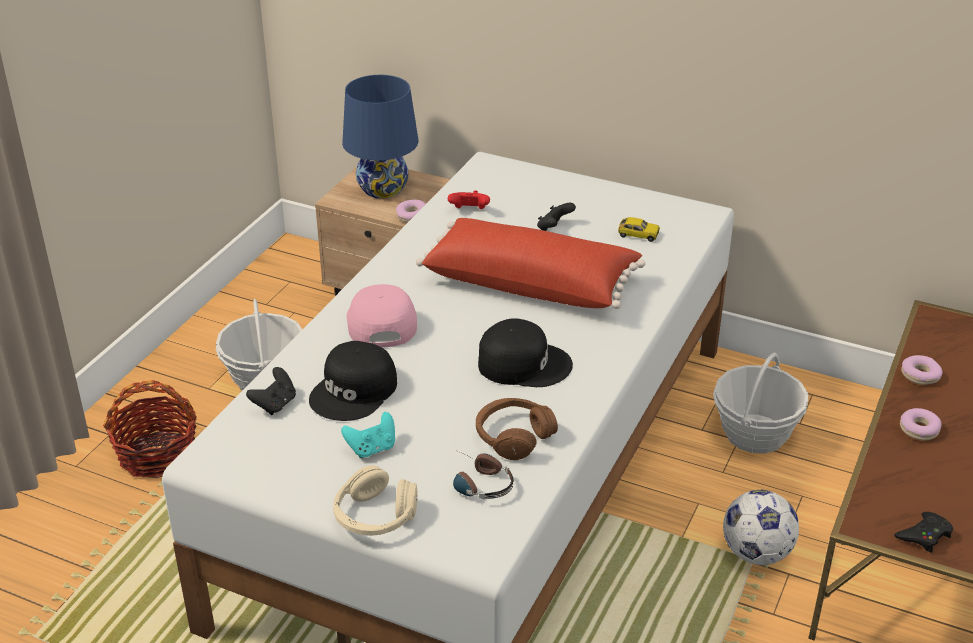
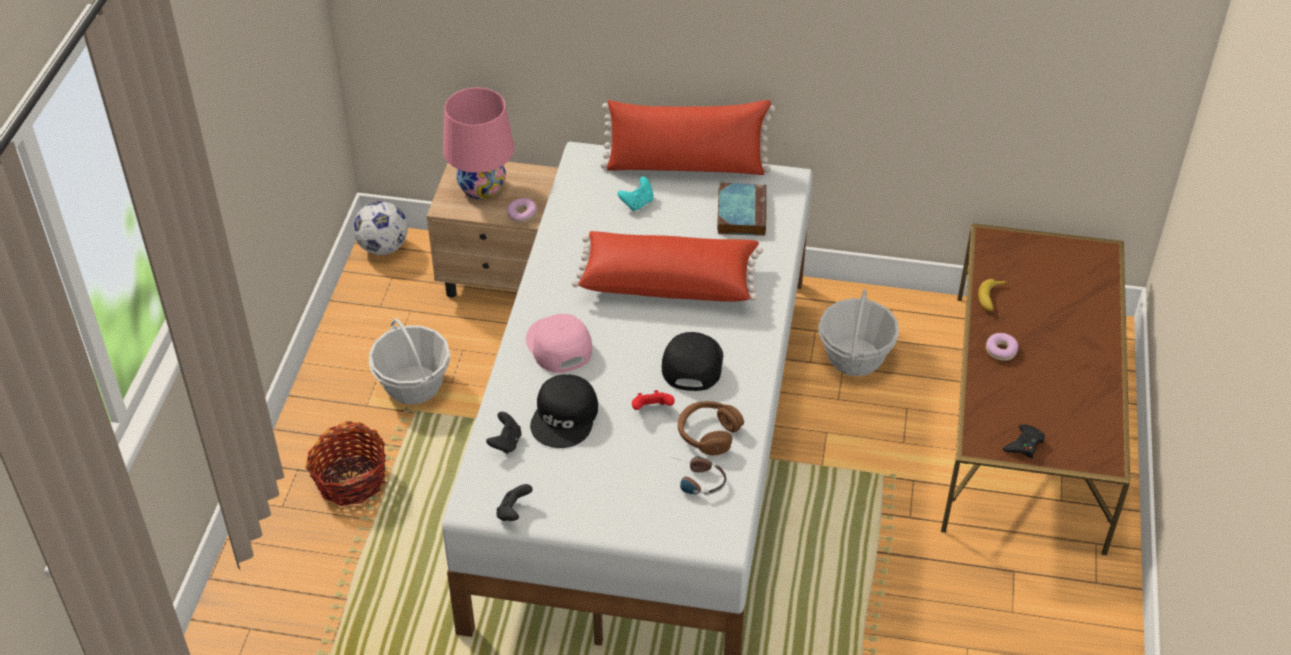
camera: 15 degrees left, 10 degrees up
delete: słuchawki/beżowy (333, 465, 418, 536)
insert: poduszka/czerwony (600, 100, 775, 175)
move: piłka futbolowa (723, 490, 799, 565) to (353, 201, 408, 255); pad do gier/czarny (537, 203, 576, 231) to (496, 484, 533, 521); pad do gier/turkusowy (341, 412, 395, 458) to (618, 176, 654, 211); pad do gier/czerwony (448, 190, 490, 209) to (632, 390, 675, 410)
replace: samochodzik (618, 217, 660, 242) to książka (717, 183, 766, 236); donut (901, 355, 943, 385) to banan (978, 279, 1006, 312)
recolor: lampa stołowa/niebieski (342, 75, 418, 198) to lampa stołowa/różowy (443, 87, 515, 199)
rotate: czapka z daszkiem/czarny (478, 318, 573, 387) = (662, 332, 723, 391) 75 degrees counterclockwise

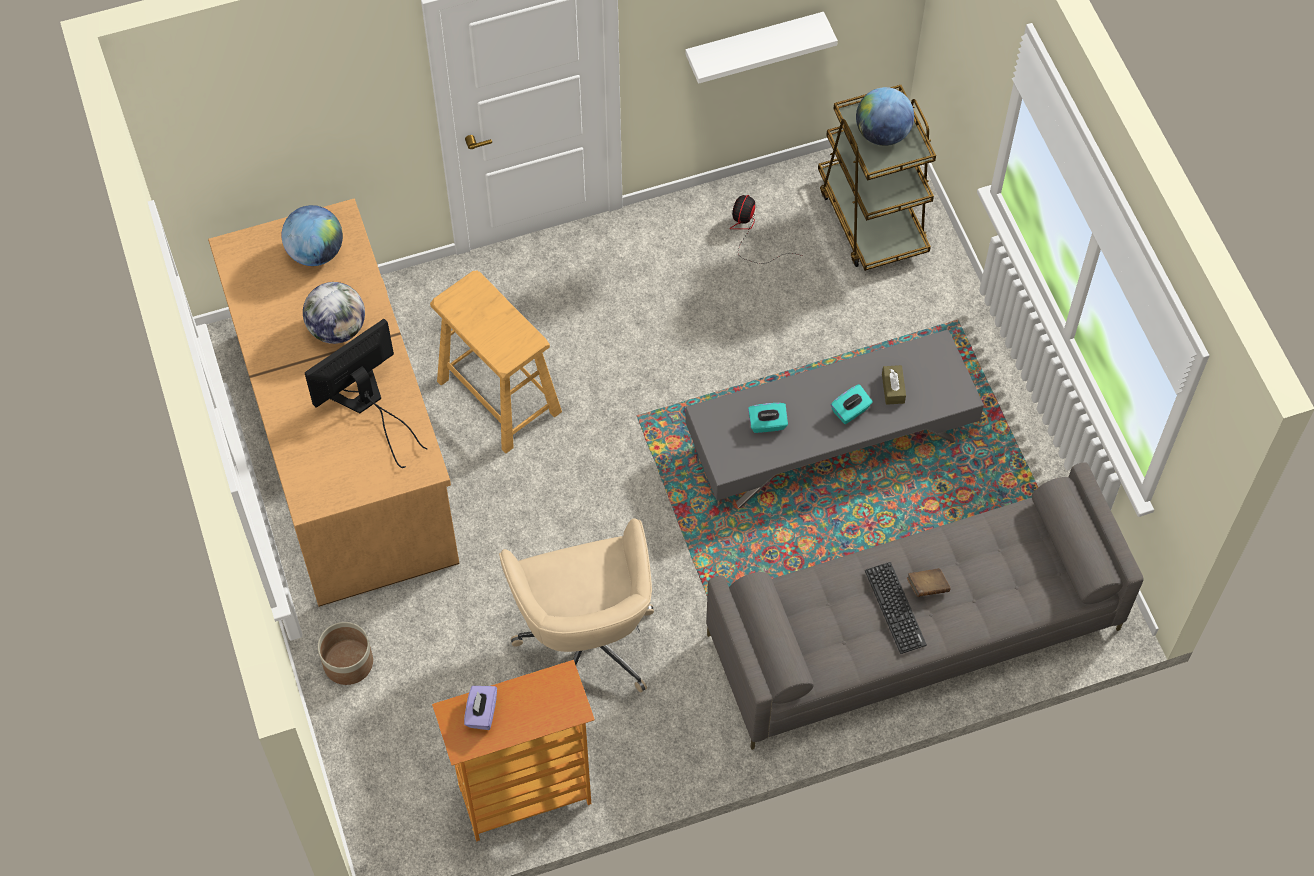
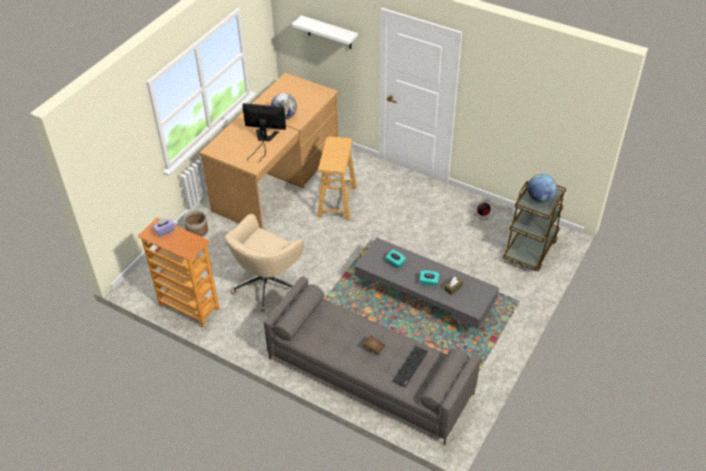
camera: 50 degrees right, 15 degrees down
delete: globus (282, 205, 343, 266)
move: półka/biały (685, 12, 838, 84) to (292, 15, 358, 49); klawiatura (865, 562, 927, 654) to (392, 346, 428, 387)

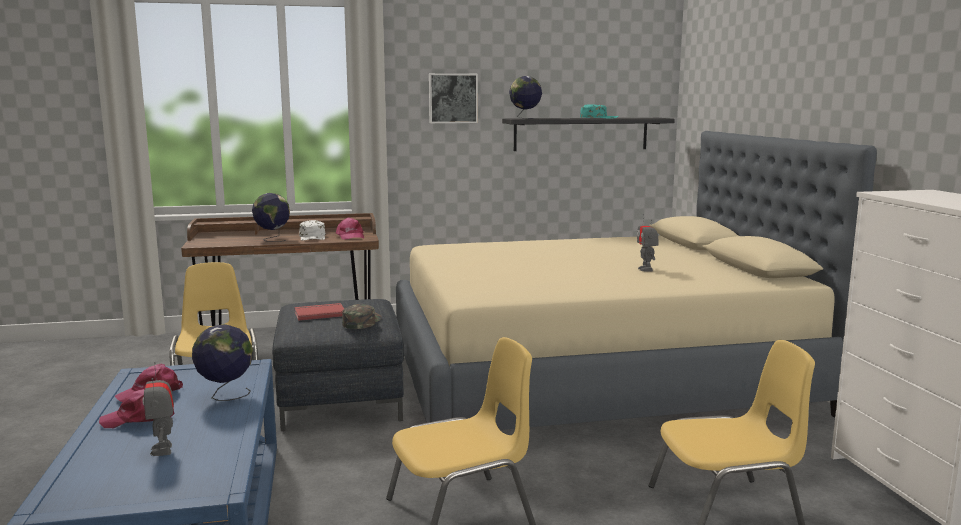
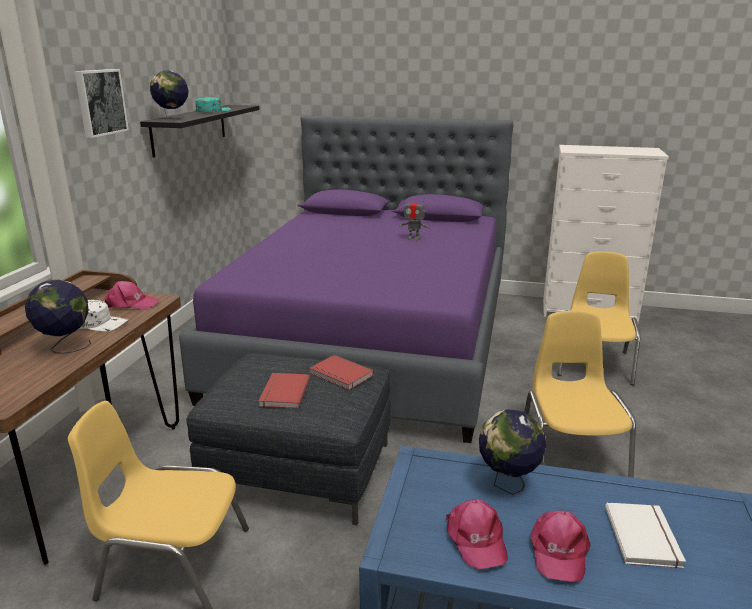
camera: 65 degrees left, 10 degrees up
replace: czapka z daszkiem/zielony (342, 304, 382, 329) to książka/czerwony (309, 355, 374, 390); robot zabawkowy (142, 362, 174, 456) to książka/biały (605, 503, 686, 568)
recolor: łóżko/beżowy (396, 131, 877, 430) to łóżko/fioletowy (179, 115, 514, 443)

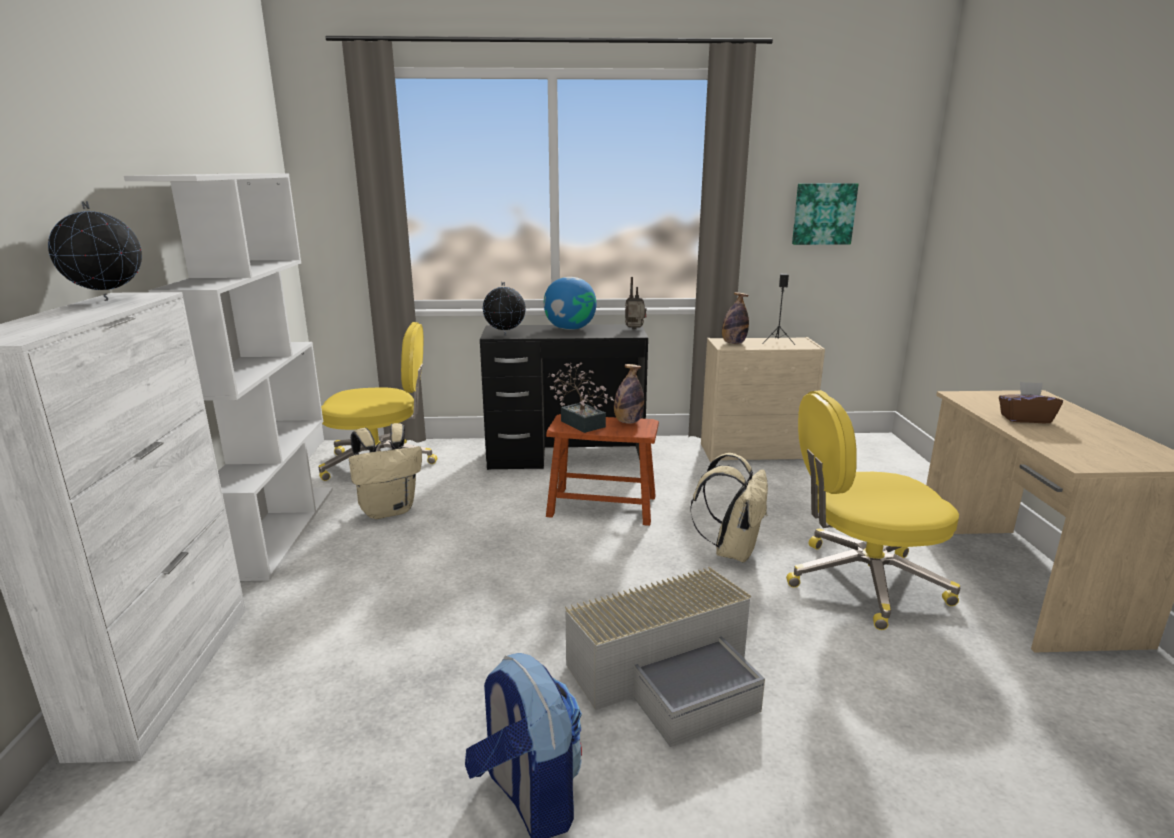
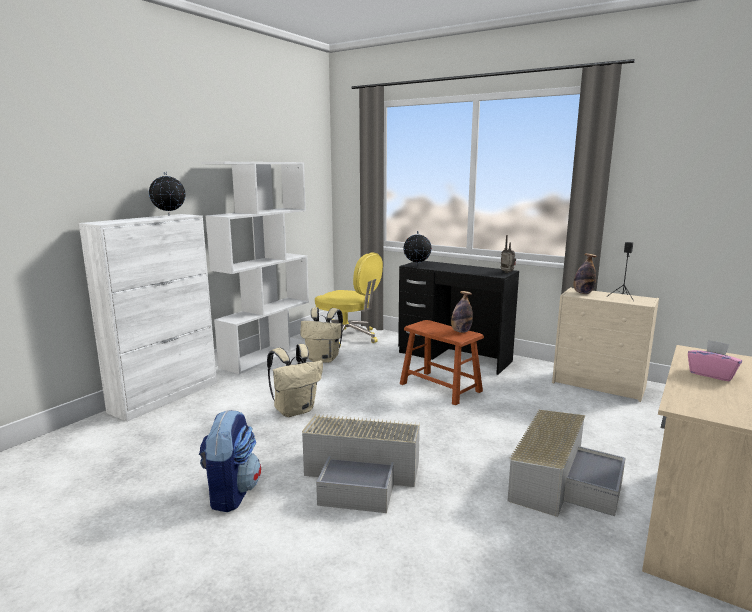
camera: 35 degrees right, 5 degrees down
delete: globus (544, 277, 596, 330); roślina doniczkowa (548, 362, 614, 433); obraz (792, 183, 859, 245)
move: plecak/beżowy (690, 453, 768, 562) to (267, 344, 323, 417)
replace: krzesło biurowe/żółty (786, 390, 961, 630) to pojemnik do przechowywania/szary (508, 410, 625, 517)
recolor: pudełko chusteczek/brązowy (999, 382, 1063, 423) to pudełko chusteczek/różowy (688, 340, 742, 382)

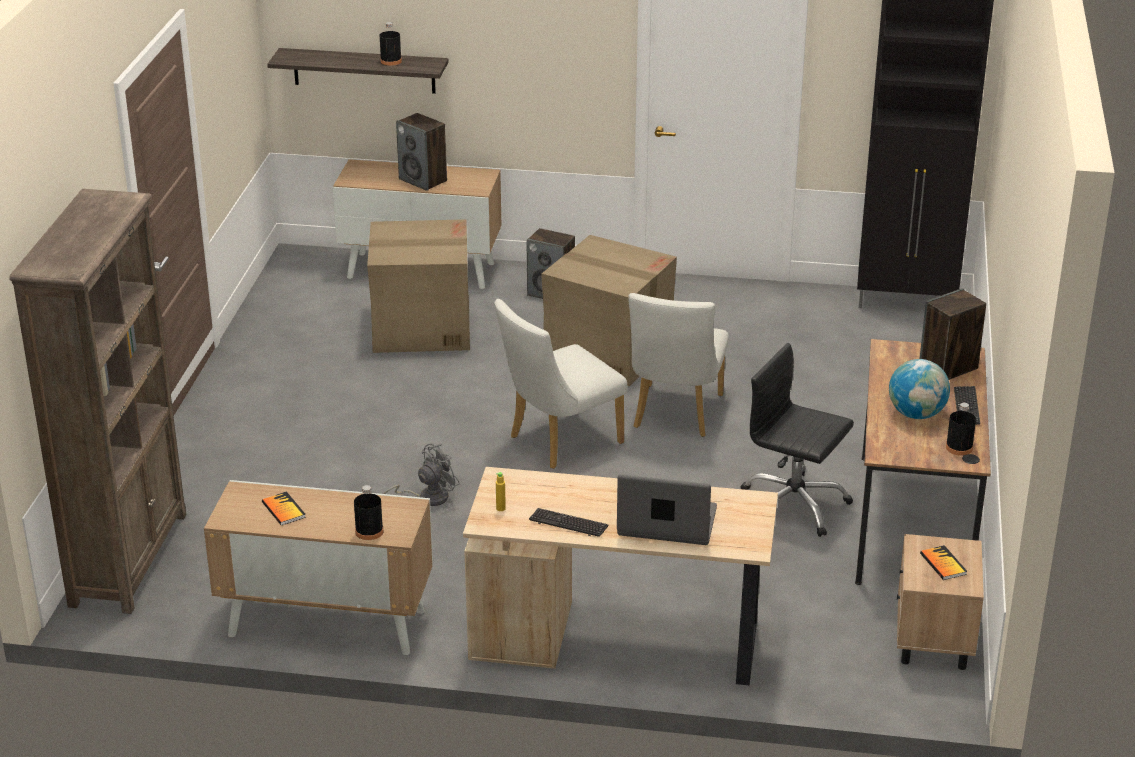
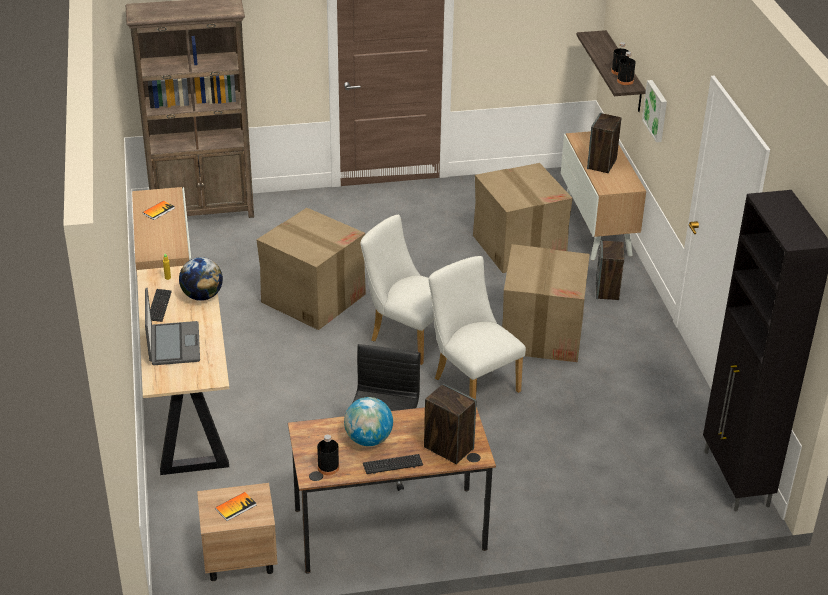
camera: 70 degrees right, 5 degrees up
insert: globus (179, 257, 223, 301); obraz (642, 80, 667, 142)
move: butelka/czarny (354, 485, 383, 540) to (617, 52, 636, 85)
replace: wentylator/szary (383, 443, 460, 506) to karton (257, 208, 366, 330)
rotate: krzesło/biały (629, 293, 729, 437) = (429, 256, 526, 399) 60 degrees clockwise

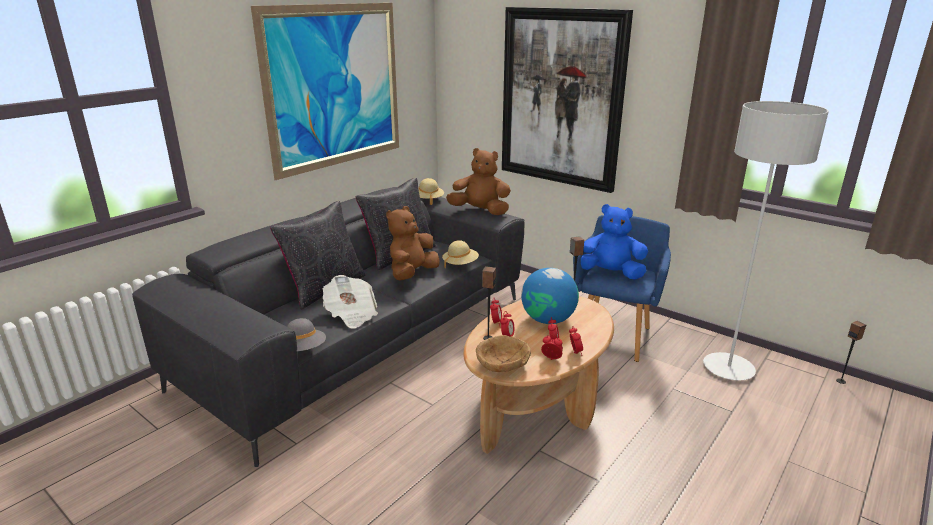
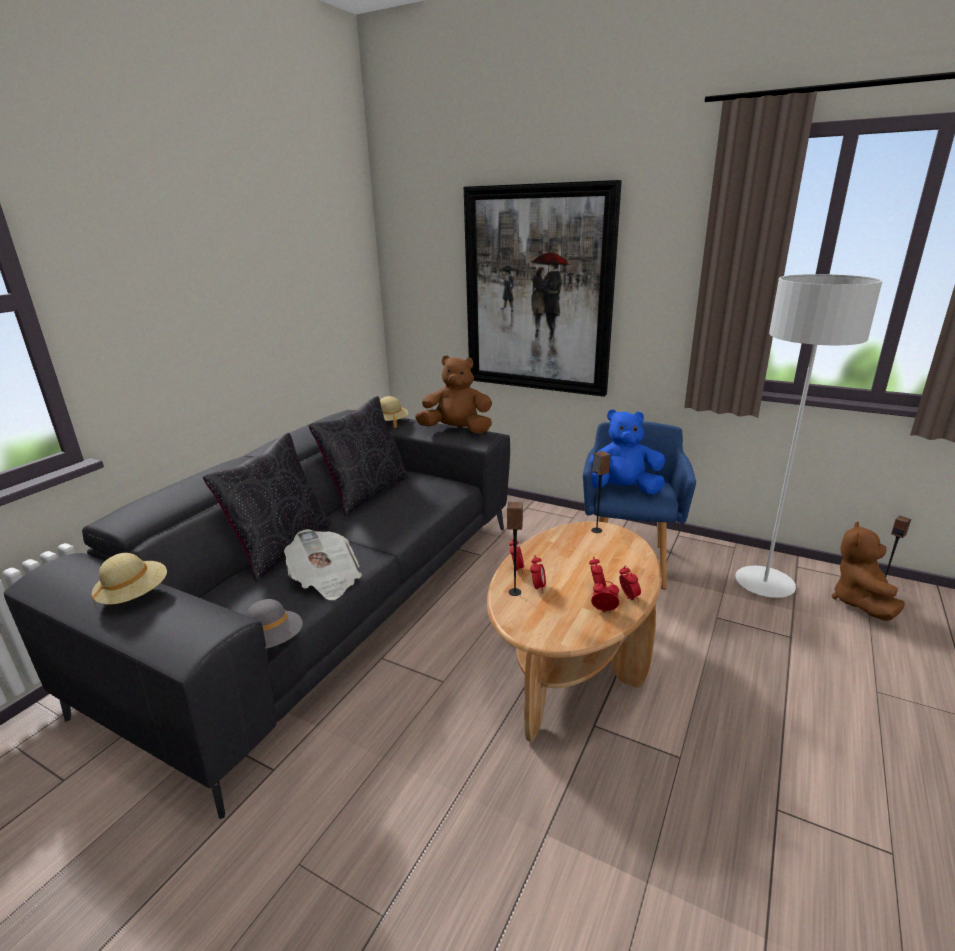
camera: 10 degrees left, 0 degrees up
delete: obraz (251, 3, 399, 180); miska/brązowy (476, 335, 531, 372); globus (521, 268, 579, 324)
move: kapelusz/beżowy (442, 240, 479, 268) to (92, 553, 167, 607); pluszak/brązowy (386, 206, 440, 281) to (832, 522, 905, 621)

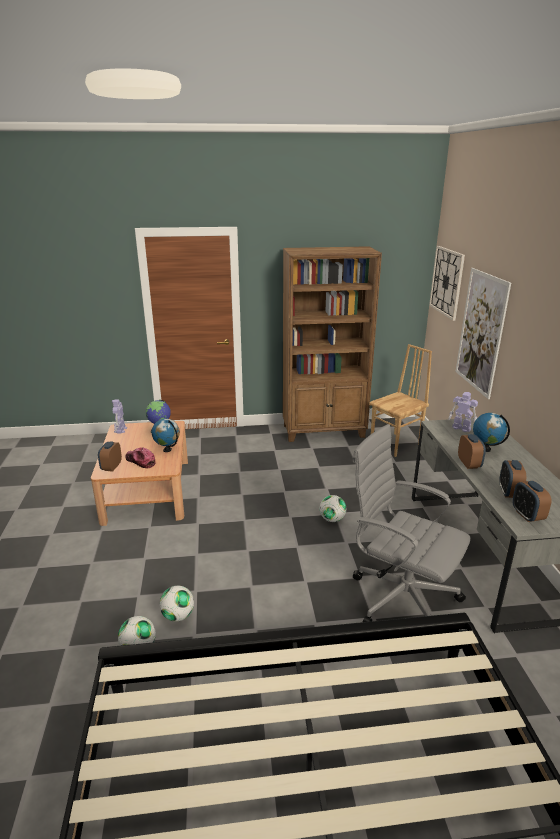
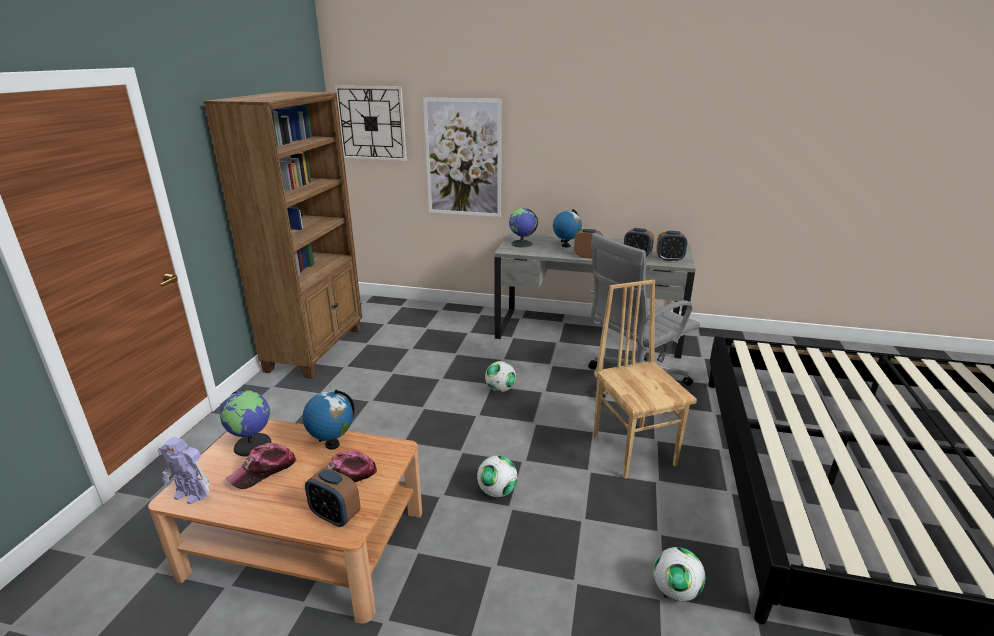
camera: 70 degrees left, 0 degrees up
insert: czapka z daszkiem (226, 443, 296, 489)
move: piłka futbolowa (160, 586, 194, 622) to (477, 456, 517, 497); krzesło/brązowy (369, 344, 432, 457) to (593, 279, 697, 479)
replace: robot zabawkowy (448, 392, 478, 432) to globus (509, 208, 538, 248)

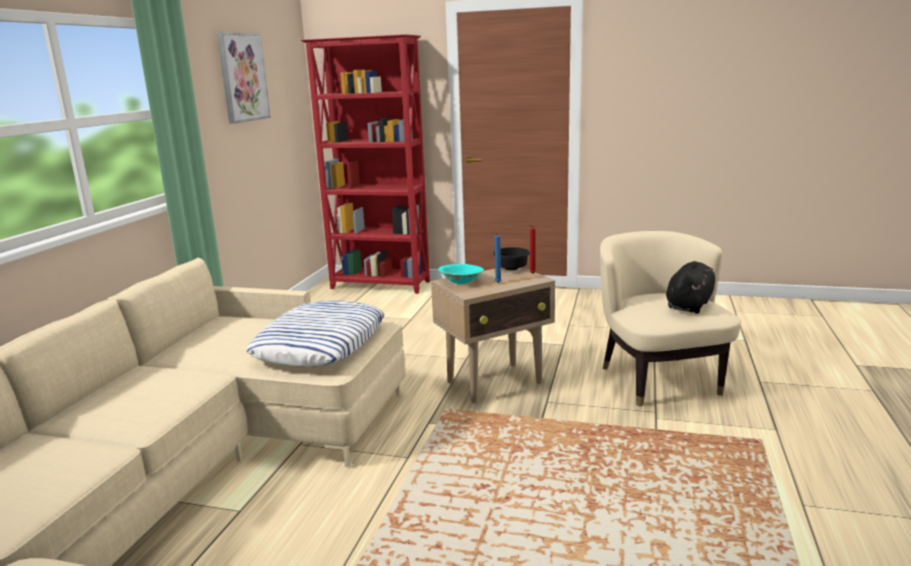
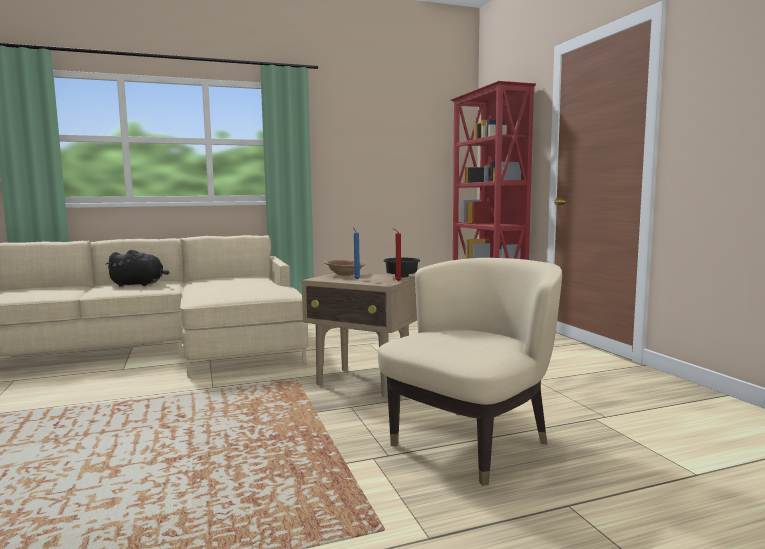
camera: 55 degrees right, 10 degrees down
delete: obraz (217, 32, 271, 124); poduszka (246, 300, 384, 366)
move: pluszak/czarny (666, 261, 715, 314) to (105, 250, 170, 287)
recolor: miska/turkusowy (438, 264, 484, 284) to miska/brązowy (324, 260, 365, 276)

